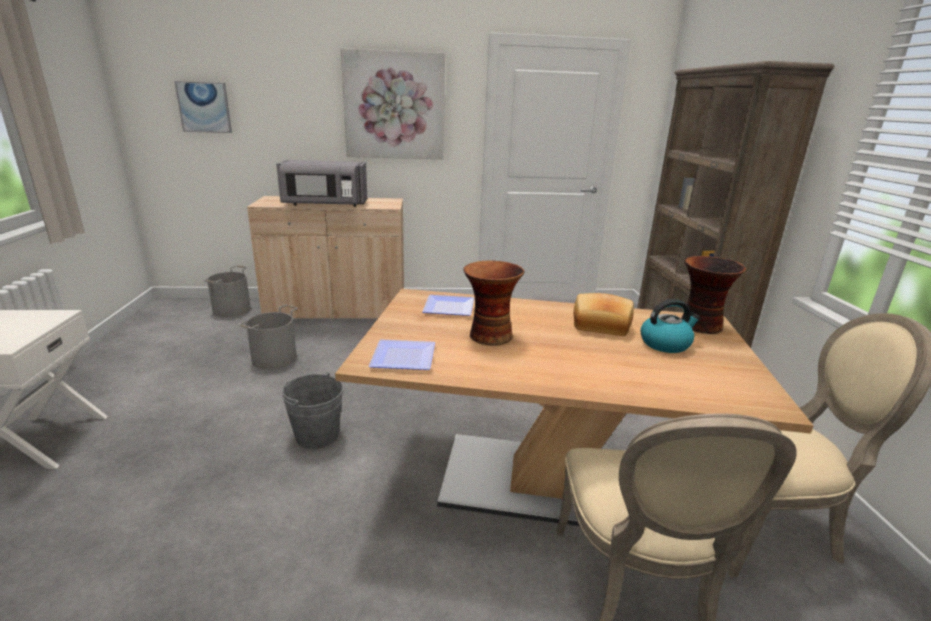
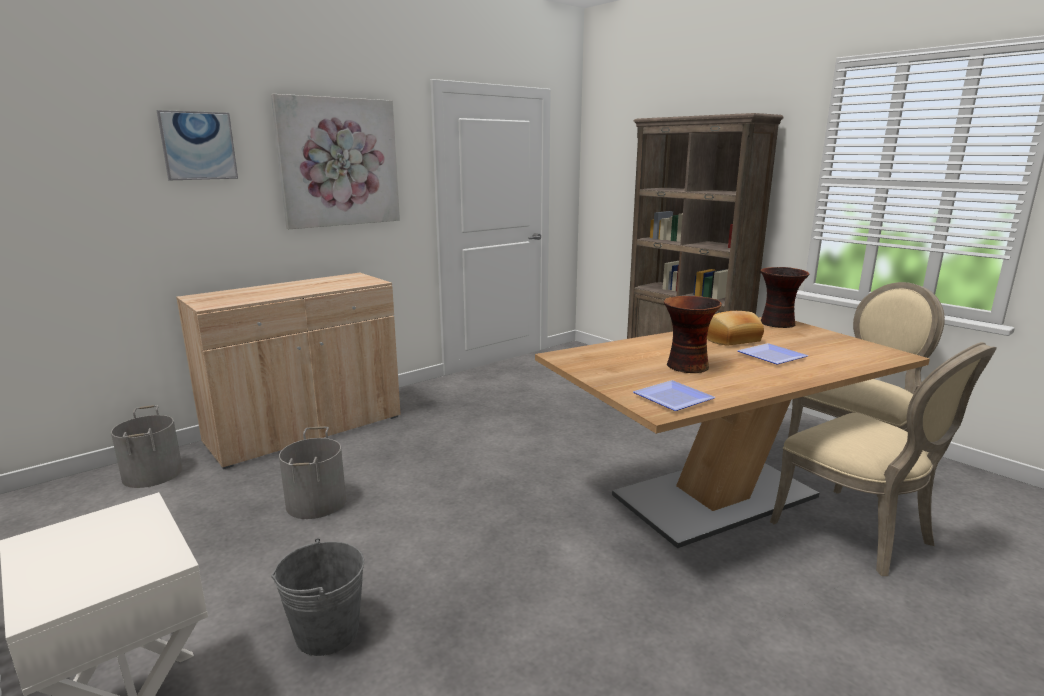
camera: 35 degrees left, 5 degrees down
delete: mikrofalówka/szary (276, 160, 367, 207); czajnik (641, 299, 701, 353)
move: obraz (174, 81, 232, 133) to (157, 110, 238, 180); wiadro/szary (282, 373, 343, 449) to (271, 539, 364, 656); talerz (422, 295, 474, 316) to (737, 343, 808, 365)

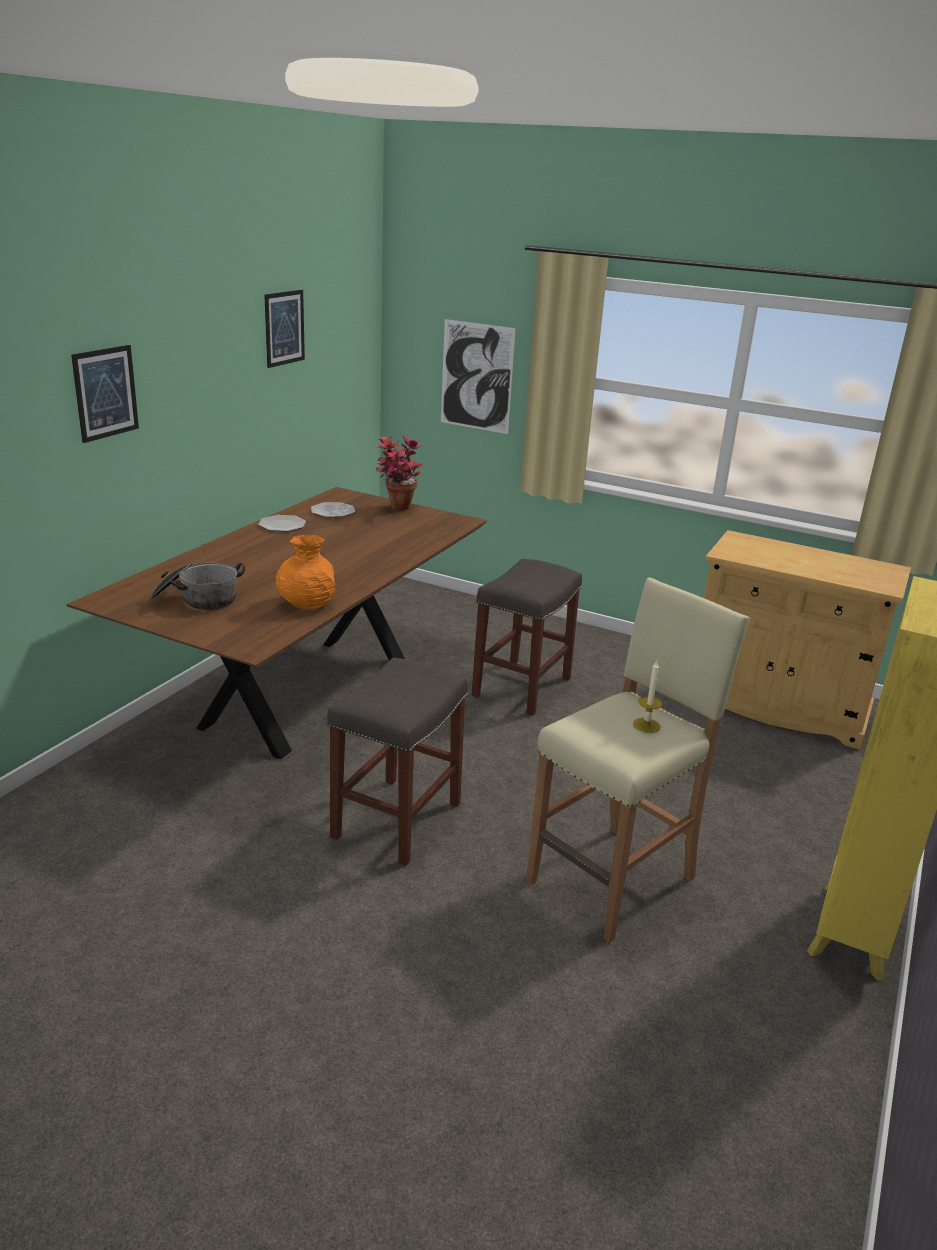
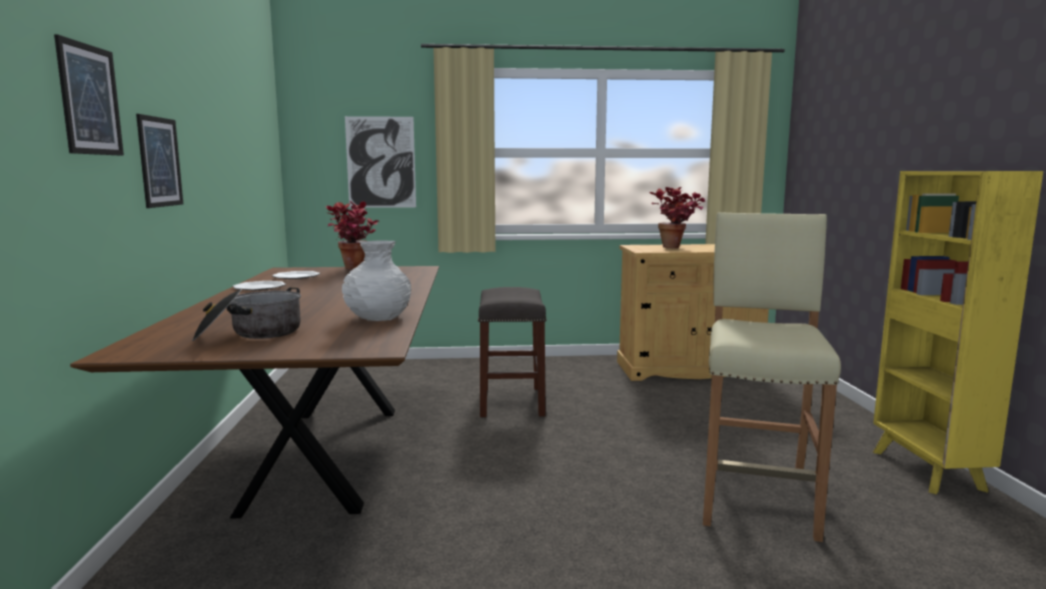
camera: 30 degrees left, 15 degrees down
delete: stołek/szary (327, 658, 468, 866); świeca (633, 661, 662, 733)
insert: roślina doniczkowa (649, 187, 705, 248)
move: obraz (264, 290, 305, 368) to (136, 114, 183, 208)
recolor: wazon/pomarańczowy (275, 535, 336, 610) to wazon/biały (342, 240, 411, 321)

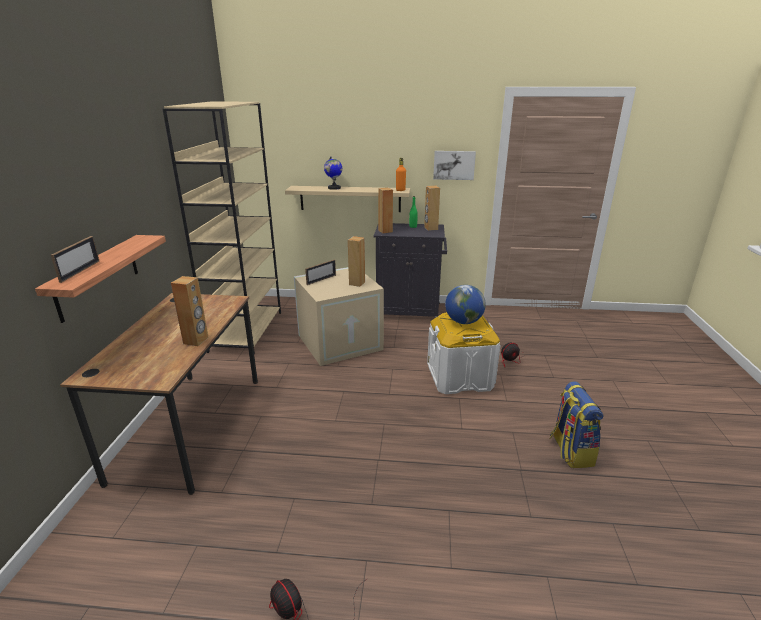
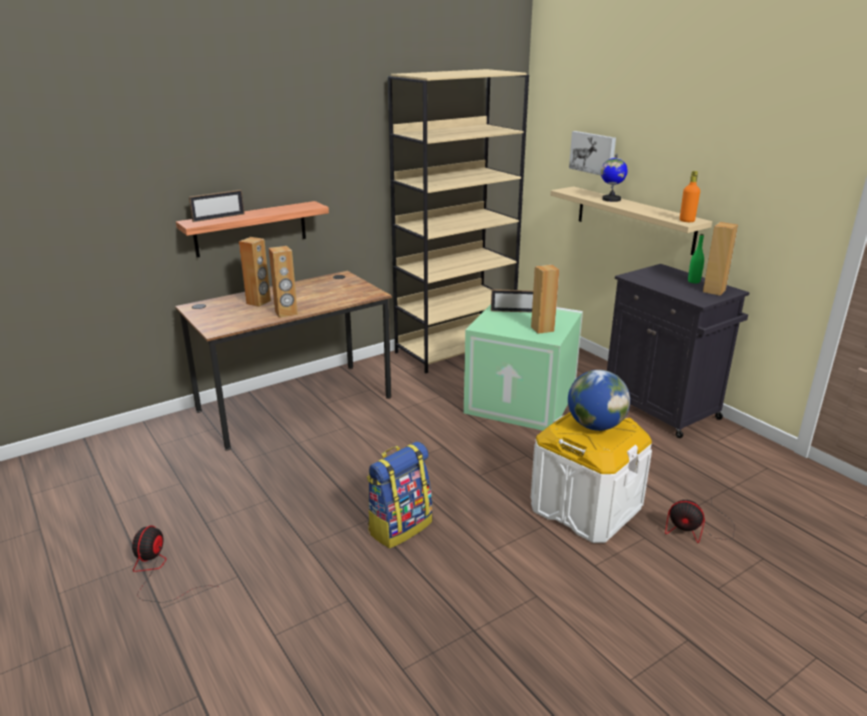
camera: 50 degrees right, 0 degrees up
move: głośnik/brązowy (378, 188, 393, 233) to (239, 237, 271, 307); plecak (550, 381, 603, 468) to (367, 441, 433, 549); obraz (433, 151, 476, 180) to (569, 131, 616, 175)
recolor: pojemnik do przechowywania/beżowy (294, 267, 384, 366) to pojemnik do przechowywania/zielony (464, 304, 583, 431)

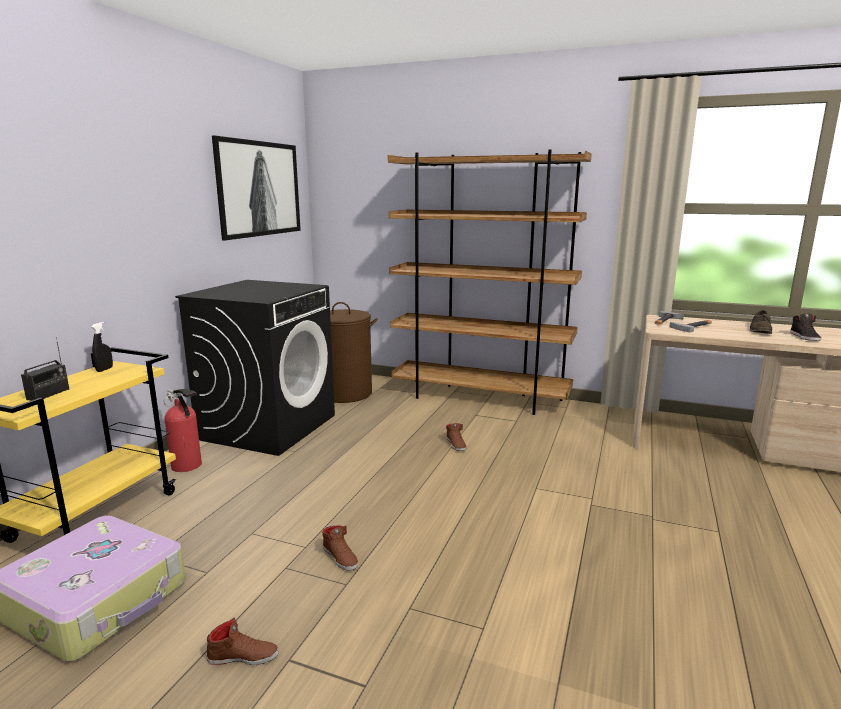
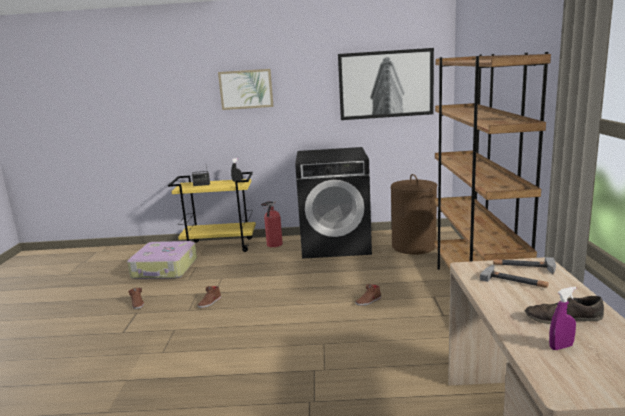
camera: 70 degrees right, 0 degrees up
insert: obraz (218, 69, 274, 110)
replace: but/czarny (790, 313, 821, 341) to spryskiwacz/fioletowy (549, 287, 576, 350)

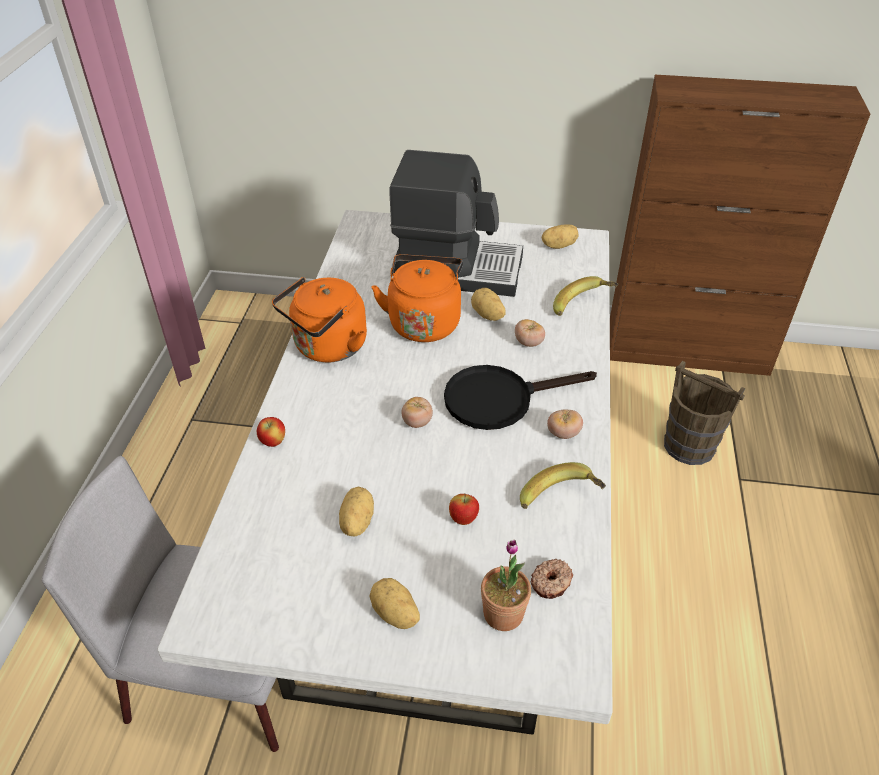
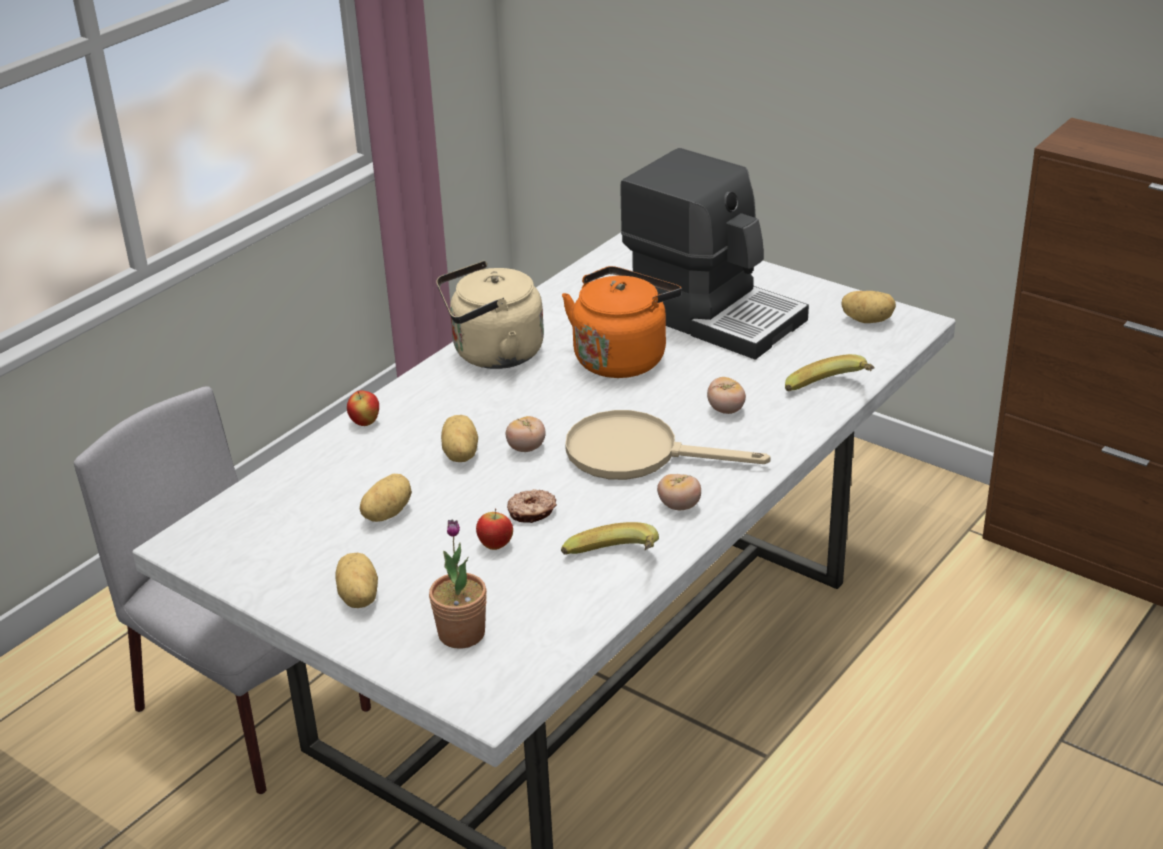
camera: 30 degrees right, 10 degrees down
delete: wiadro/brązowy (664, 361, 746, 465)
move: ziemniak (471, 288, 506, 321) to (441, 415, 478, 462); donut (531, 559, 573, 599) to (507, 489, 557, 523)
recolor: czajnik/pomarańczowy (272, 277, 367, 362) to czajnik/beżowy (436, 261, 544, 369); patelnia/czarny (444, 365, 597, 430) to patelnia/beżowy (565, 410, 771, 480)

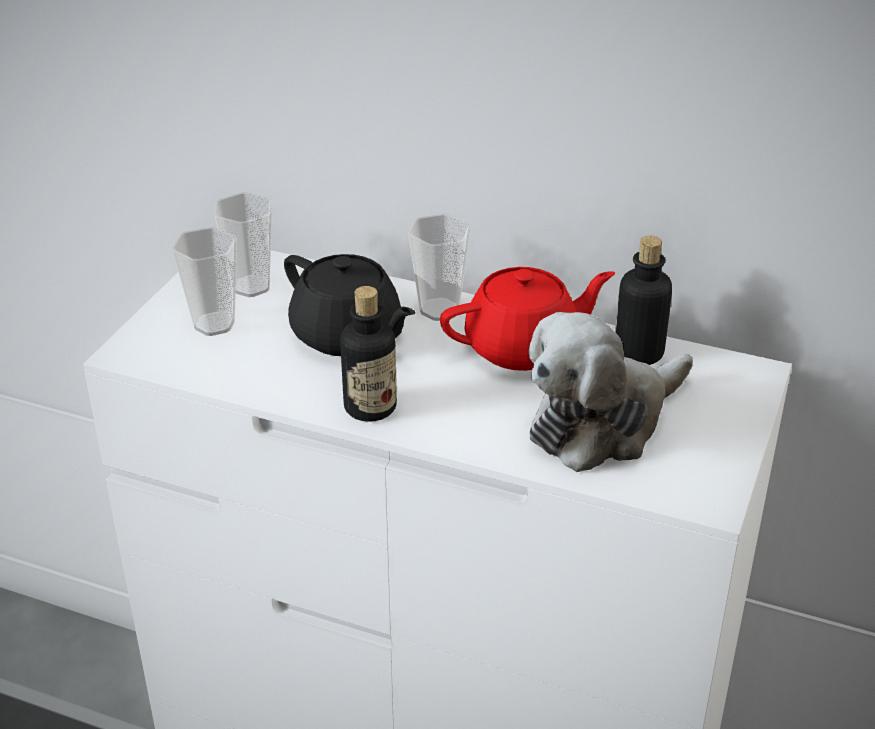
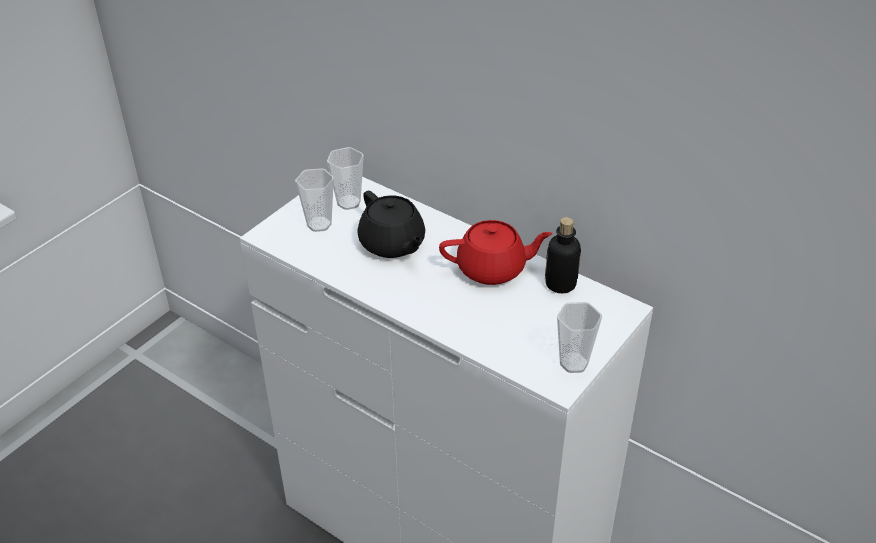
camera: 15 degrees right, 5 degrees up
delete: butelka (340, 286, 397, 422); pluszak (529, 312, 693, 472)
move: filiżanka (408, 214, 471, 321) to (557, 302, 602, 373)

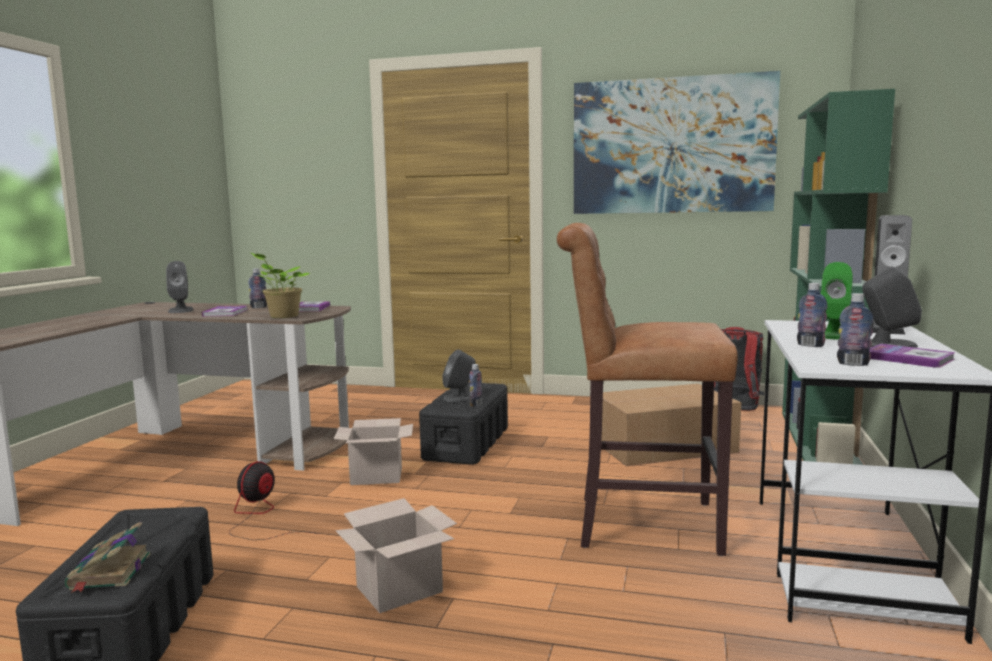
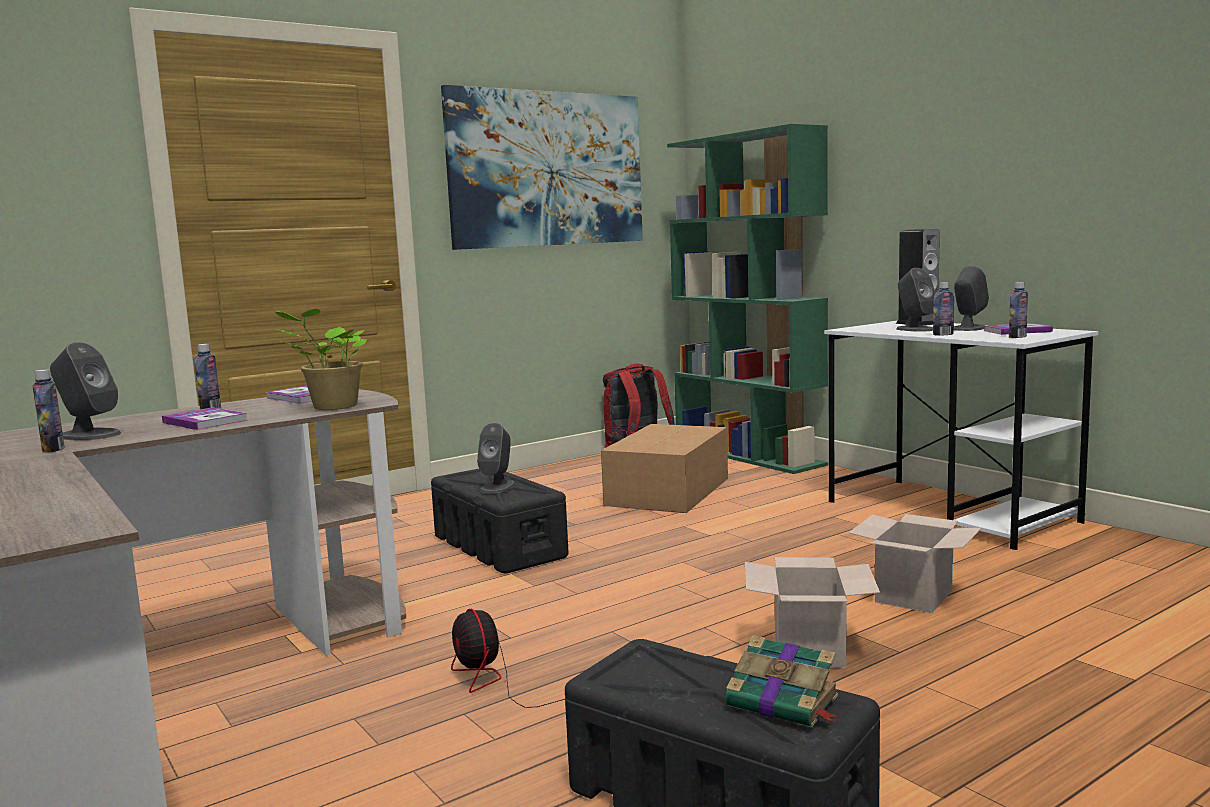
camera: 50 degrees left, 0 degrees up
delete: stołek/brązowy (557, 223, 738, 556)
move: butelka (470, 364, 482, 407) to (32, 369, 65, 453); karton (334, 418, 413, 485) to (848, 514, 982, 613)
recolor: głośnik/zielony (821, 262, 853, 340) to głośnik/szary (896, 268, 935, 332)

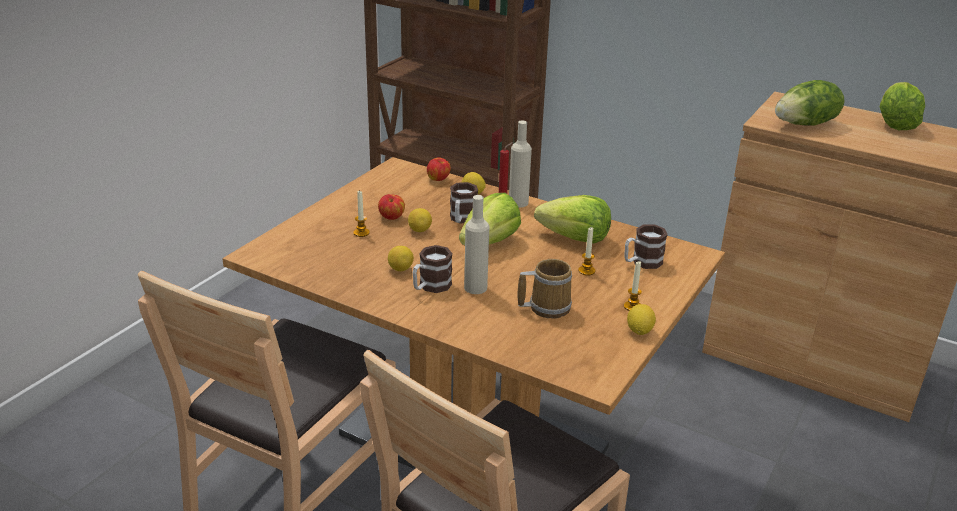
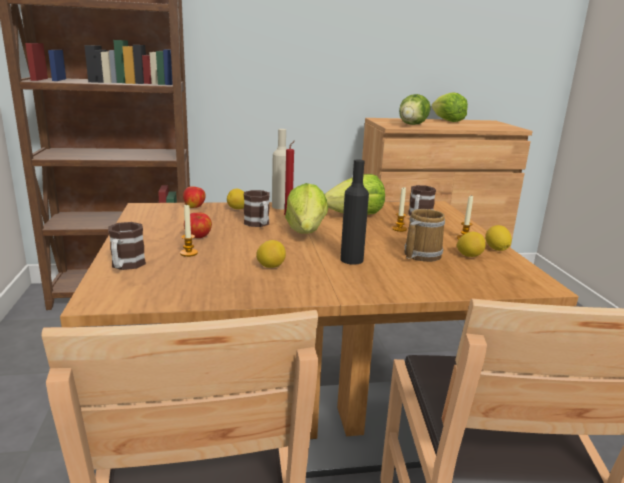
camera: 40 degrees left, 10 degrees down
move: kubek (413, 245, 452, 293) to (108, 222, 146, 270); cytryna (408, 208, 432, 232) to (457, 232, 486, 257)
recolor: butelka/beżowy (464, 195, 489, 294) to butelka/czarny (340, 159, 369, 265)

